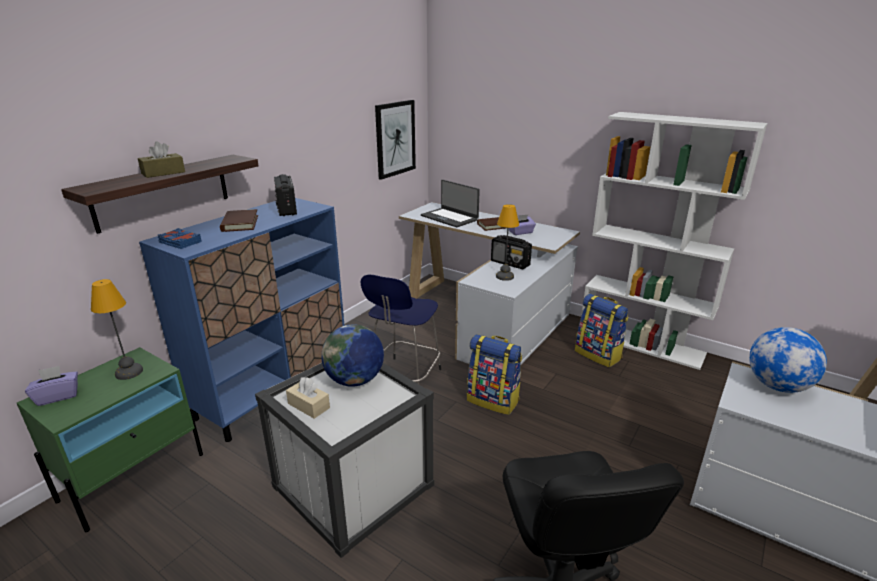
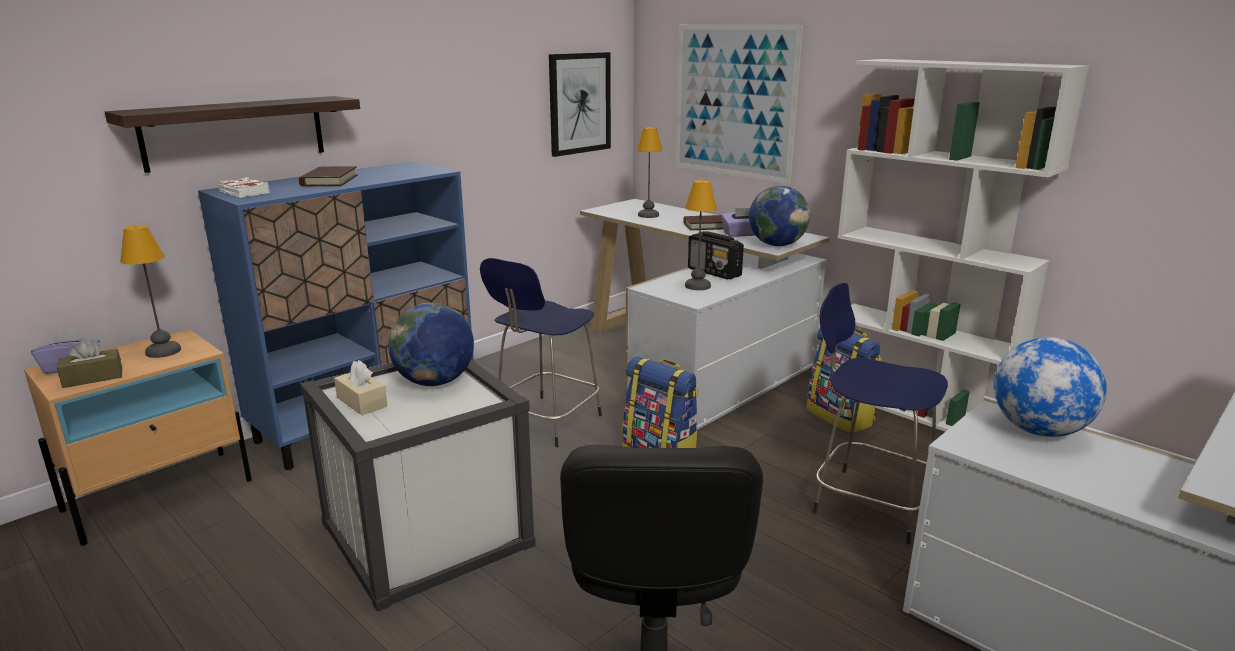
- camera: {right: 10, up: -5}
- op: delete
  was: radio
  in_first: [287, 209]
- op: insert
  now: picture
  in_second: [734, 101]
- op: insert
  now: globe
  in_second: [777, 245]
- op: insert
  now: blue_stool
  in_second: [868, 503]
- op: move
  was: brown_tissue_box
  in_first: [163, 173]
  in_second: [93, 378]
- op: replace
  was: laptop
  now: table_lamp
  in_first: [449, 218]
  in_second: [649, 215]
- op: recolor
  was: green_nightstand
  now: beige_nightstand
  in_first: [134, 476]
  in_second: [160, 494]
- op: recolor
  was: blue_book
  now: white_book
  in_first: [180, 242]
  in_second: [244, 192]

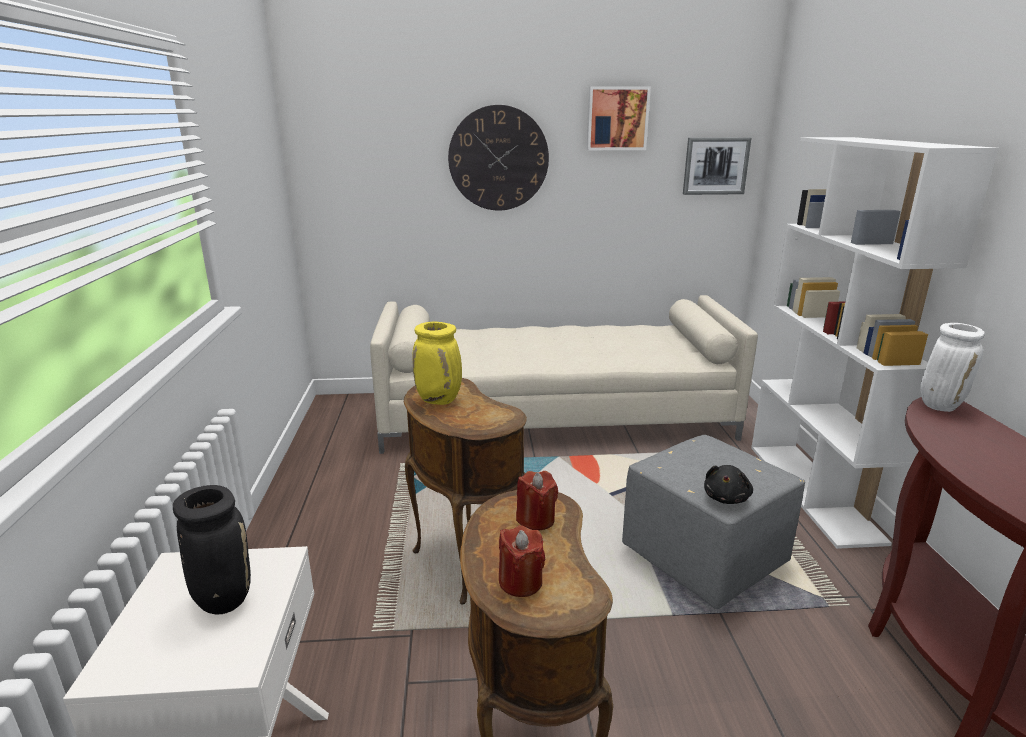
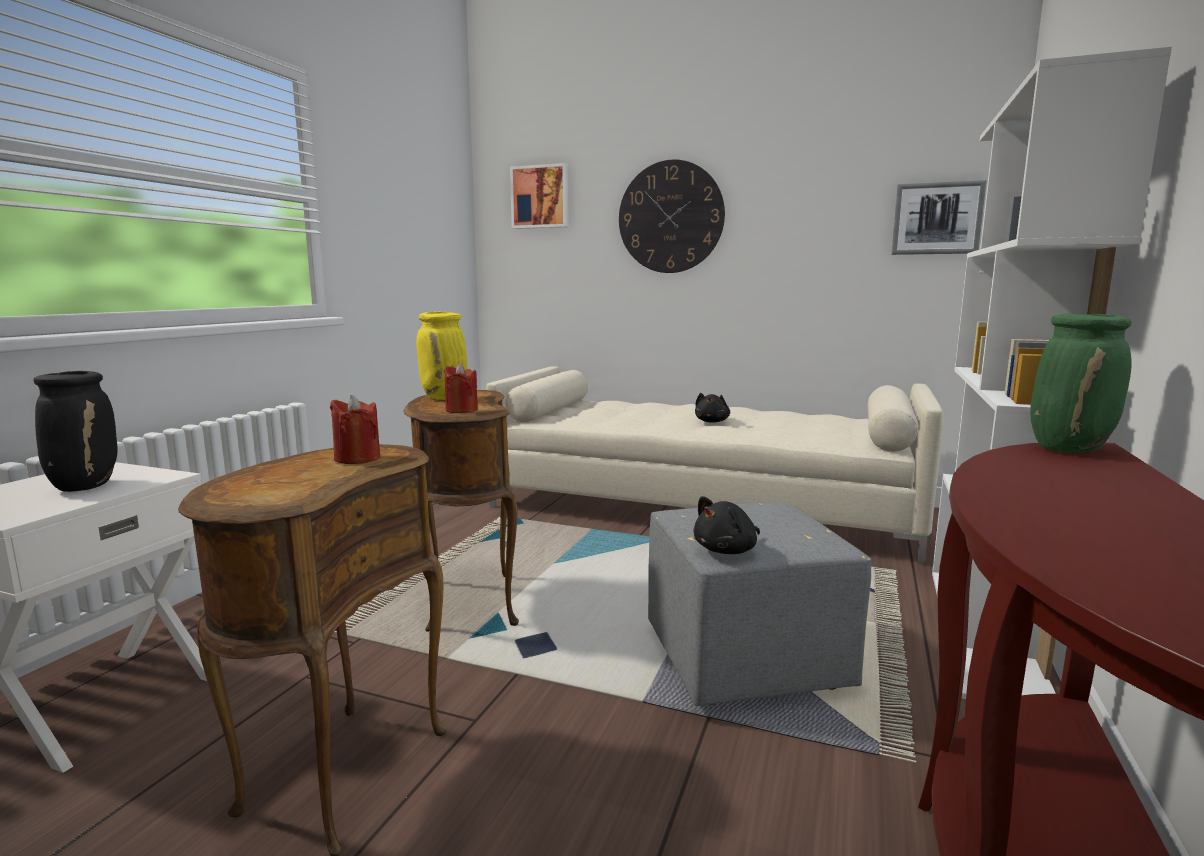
- camera: {right: 25, up: -10}
- op: insert
  now: black_plush_toy
  in_second: [712, 421]
- op: move
  was: red_candle
  in_first: [520, 582]
  in_second: [461, 410]
- op: move
  was: picture
  in_first: [617, 118]
  in_second: [540, 197]
- op: recolor
  was: white_vase
  now: green_vase
  in_first: [939, 405]
  in_second: [1069, 449]

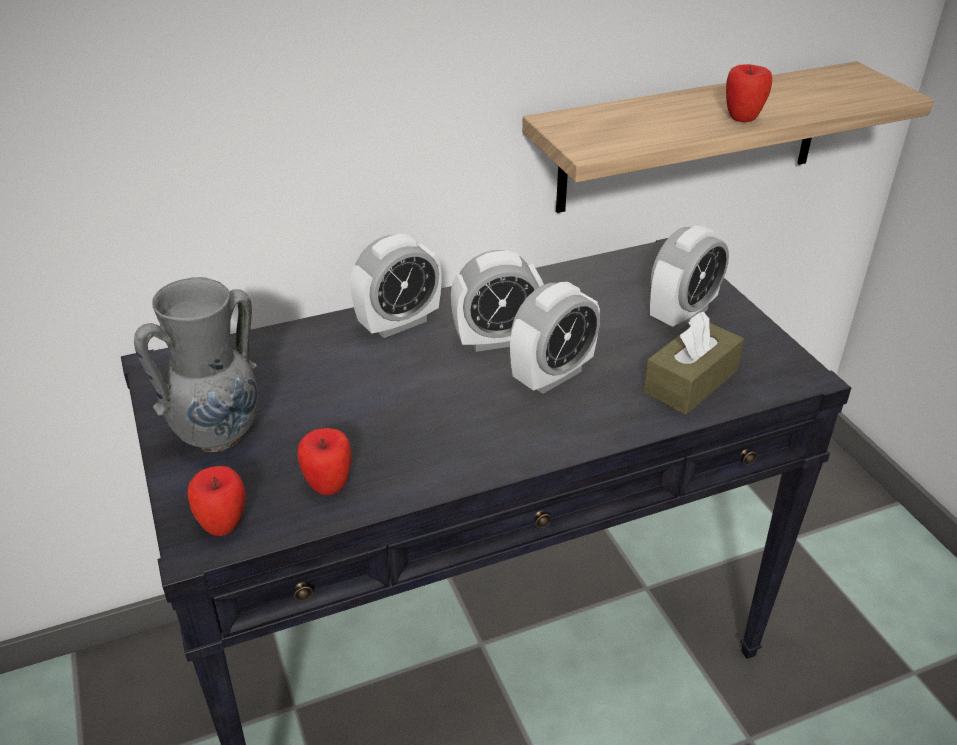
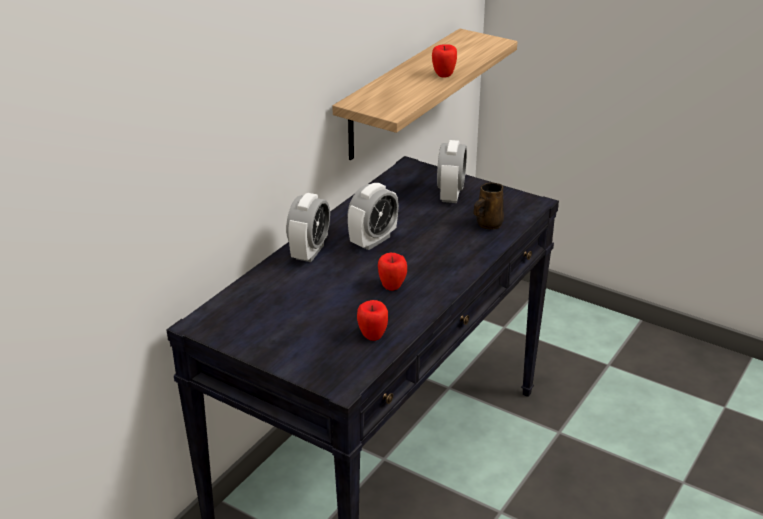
- camera: {right: -35, up: -5}
- op: delete
  was: grey_vase
  in_first: [220, 435]
- op: delete
  was: alarm_clock
  in_first: [552, 376]
- op: move
  was: apple
  in_first: [224, 526]
  in_second: [392, 286]
- op: replace
  was: brown_tissue_box
  now: brown_mug
  in_first: [690, 382]
  in_second: [488, 224]

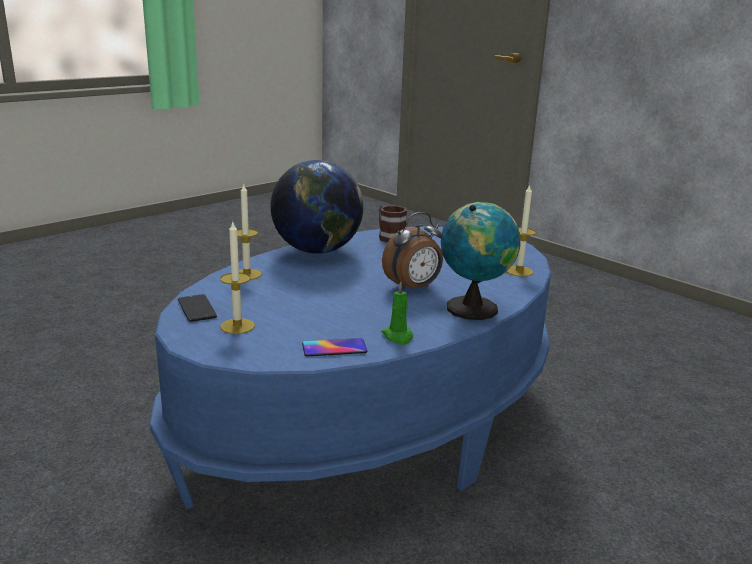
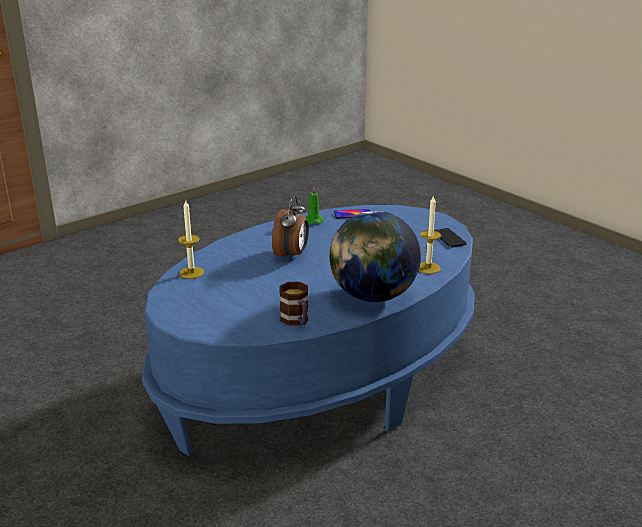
- camera: {right: -175, up: 5}
- op: delete
  was: candle
  in_first: [237, 326]
- op: delete
  was: globe
  in_first: [474, 307]
- op: rotate
  was: alarm_clock
  in_first: [413, 288]
  in_second: [292, 255]
  clockwise: 135

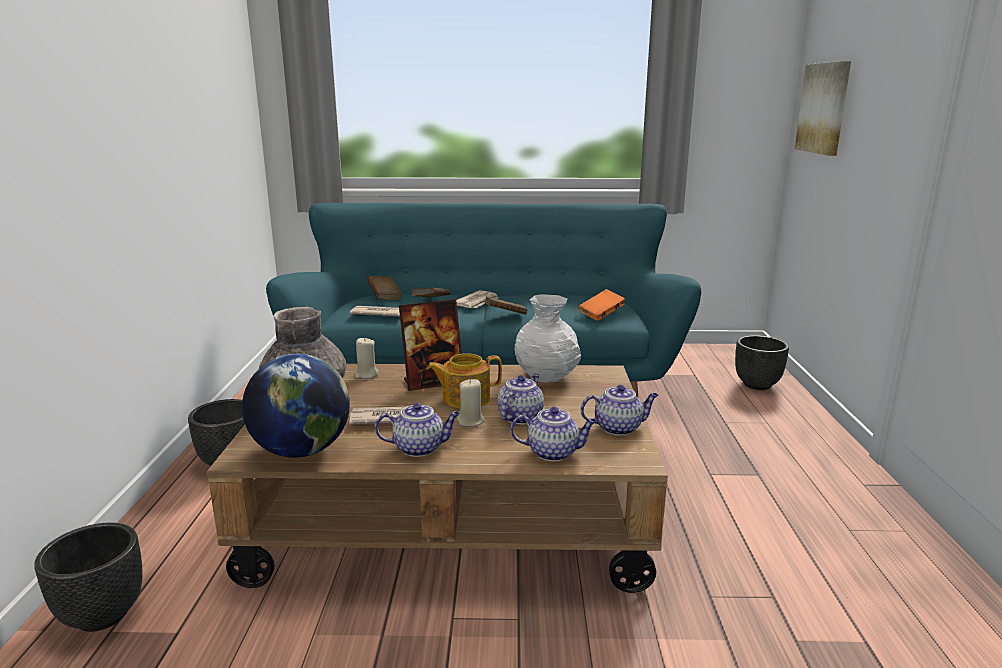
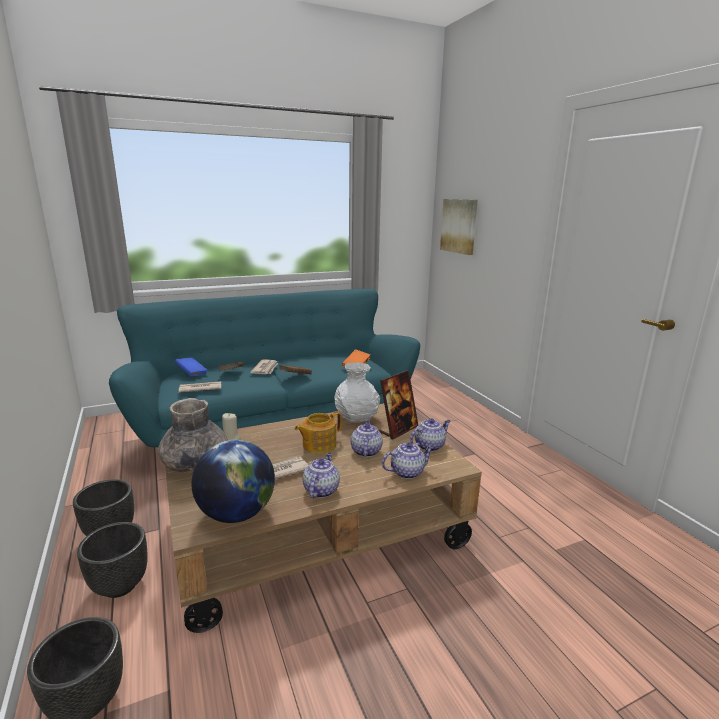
- camera: {right: -25, up: 0}
- op: delete
  was: beige_candle
  in_first: [471, 421]
- op: move
  was: picture_frame
  in_first: [433, 382]
  in_second: [398, 429]
- op: move
  was: black_planter
  in_first: [757, 385]
  in_second: [121, 585]
- op: recolor
  was: brown_book
  now: blue_book
  in_first: [384, 297]
  in_second: [192, 374]
- op: rotate
  was: teapot
  in_first: [420, 448]
  in_second: [321, 490]
  clockwise: -45

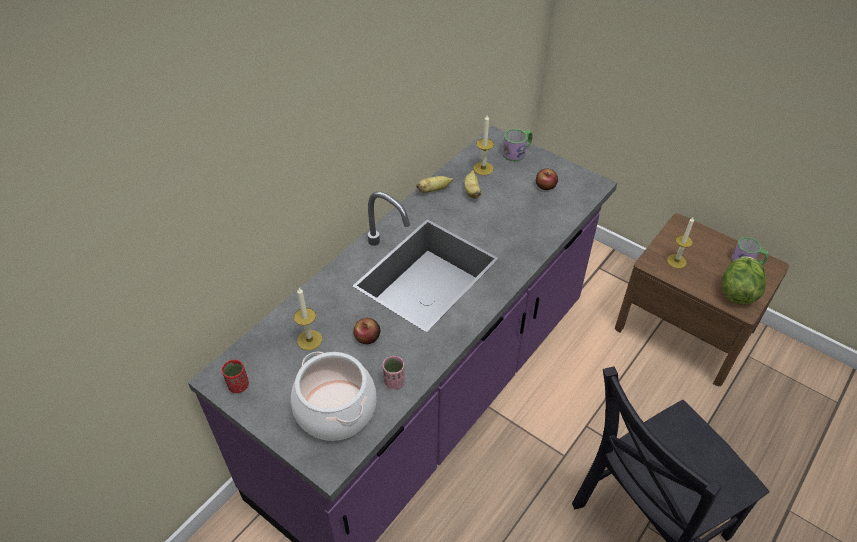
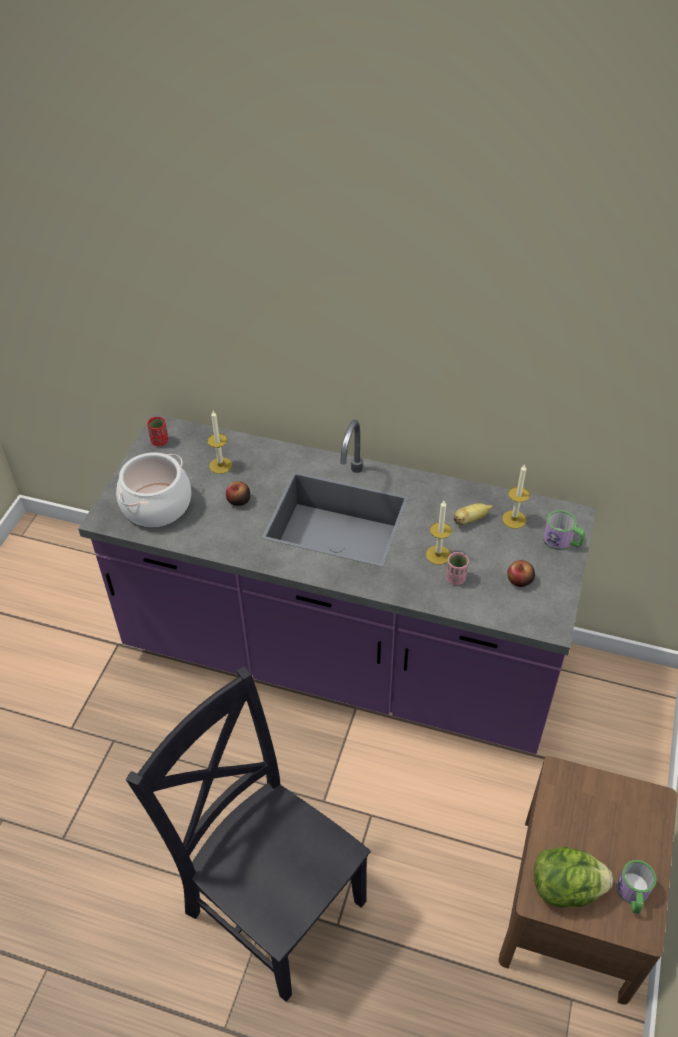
- camera: {right: 70, up: 0}
- op: delete
  was: banana
  in_first: [434, 190]
- op: move
  was: pink_cup
  in_first: [394, 381]
  in_second: [455, 578]
- op: move
  was: candle
  in_first: [676, 261]
  in_second: [438, 555]

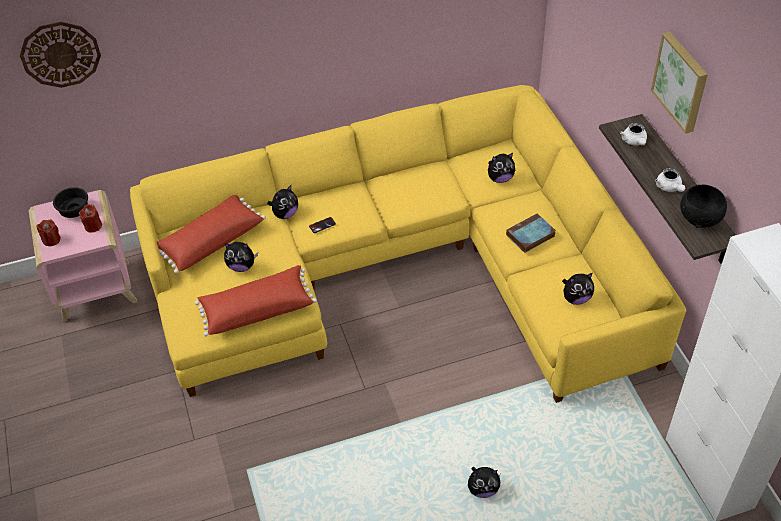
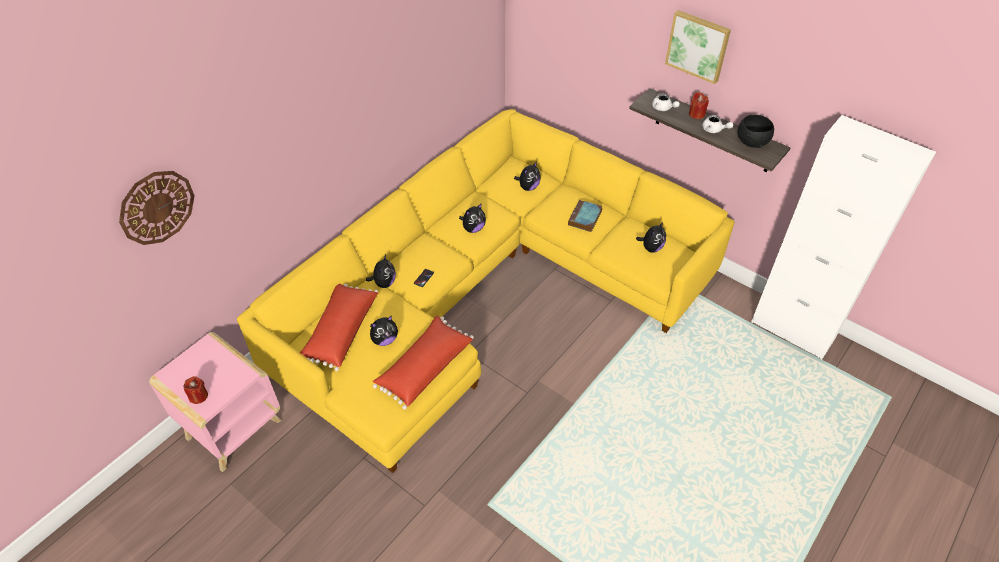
- camera: {right: -35, up: 0}
- op: delete
  was: black_bowl
  in_first: [75, 211]
- op: move
  was: red_candle
  in_first: [93, 226]
  in_second: [696, 114]
- op: move
  was: plush_toy
  in_first: [483, 489]
  in_second: [473, 228]

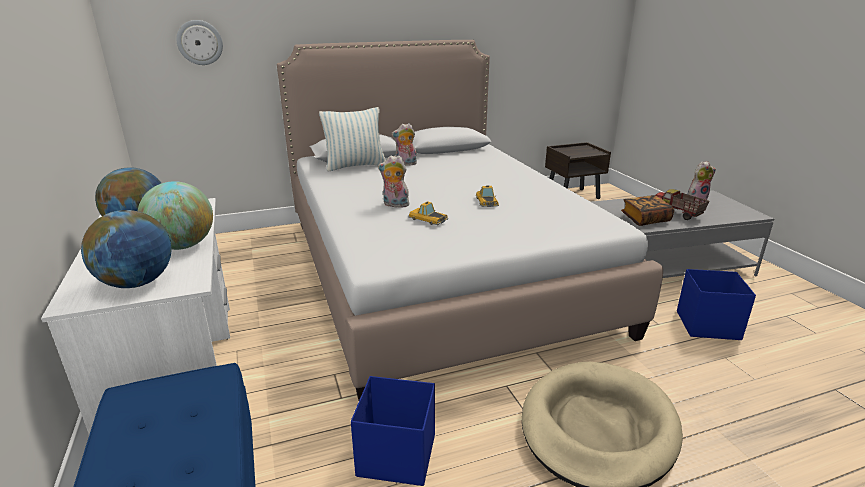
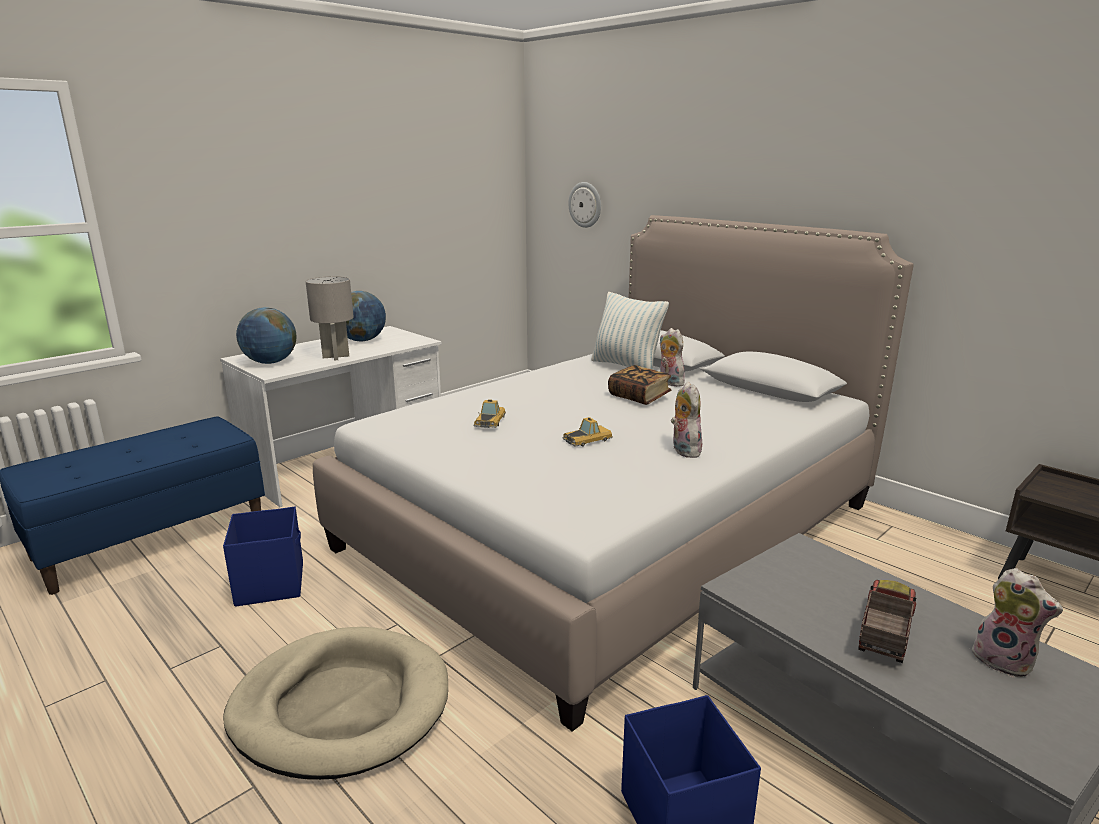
- camera: {right: 65, up: -5}
- op: move
  was: plush_toy
  in_first: [394, 205]
  in_second: [683, 450]
- op: move
  was: book
  in_first: [645, 219]
  in_second: [639, 397]
- op: replace
  was: globe
  now: grey_table_lamp
  in_first: [183, 246]
  in_second: [335, 357]

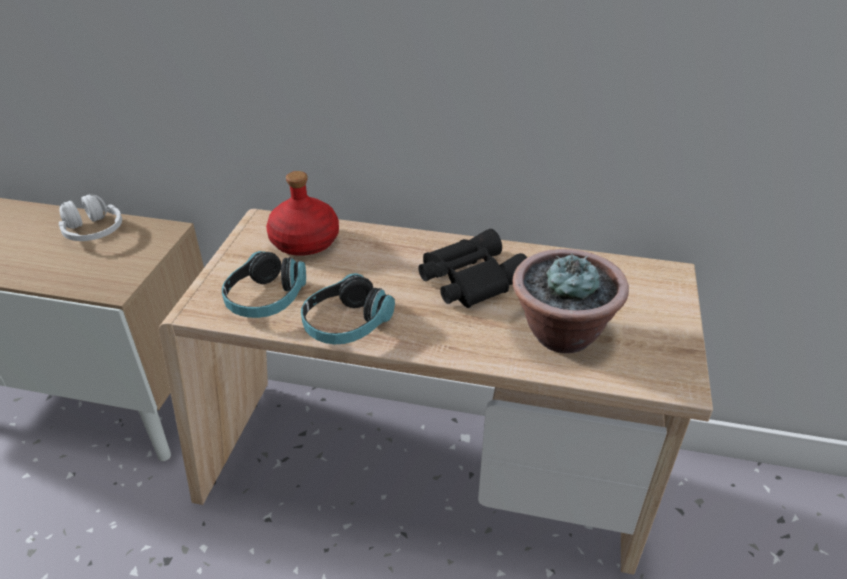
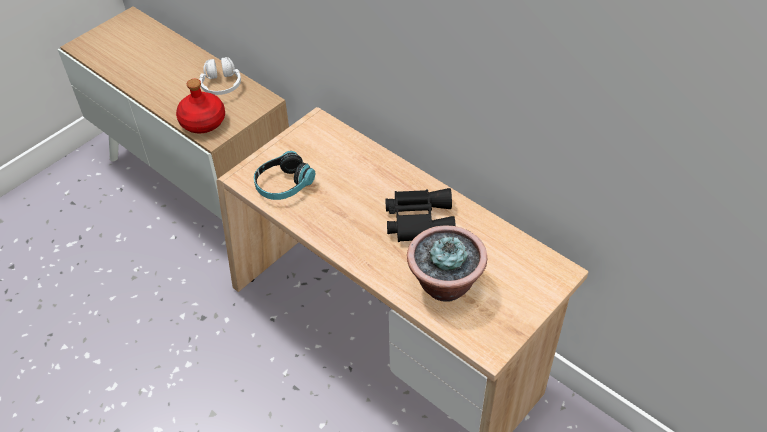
- camera: {right: 30, up: 10}
- op: delete
  was: headphones
  in_first: [346, 324]
- op: move
  was: red_bottle
  in_first: [305, 241]
  in_second: [203, 121]

